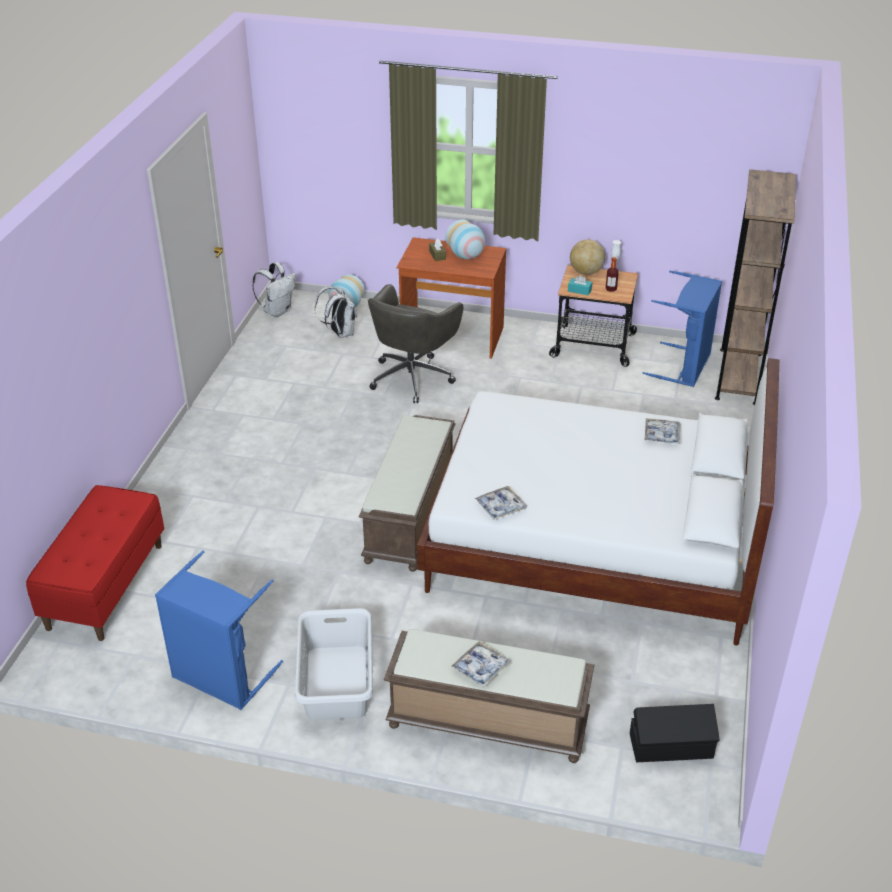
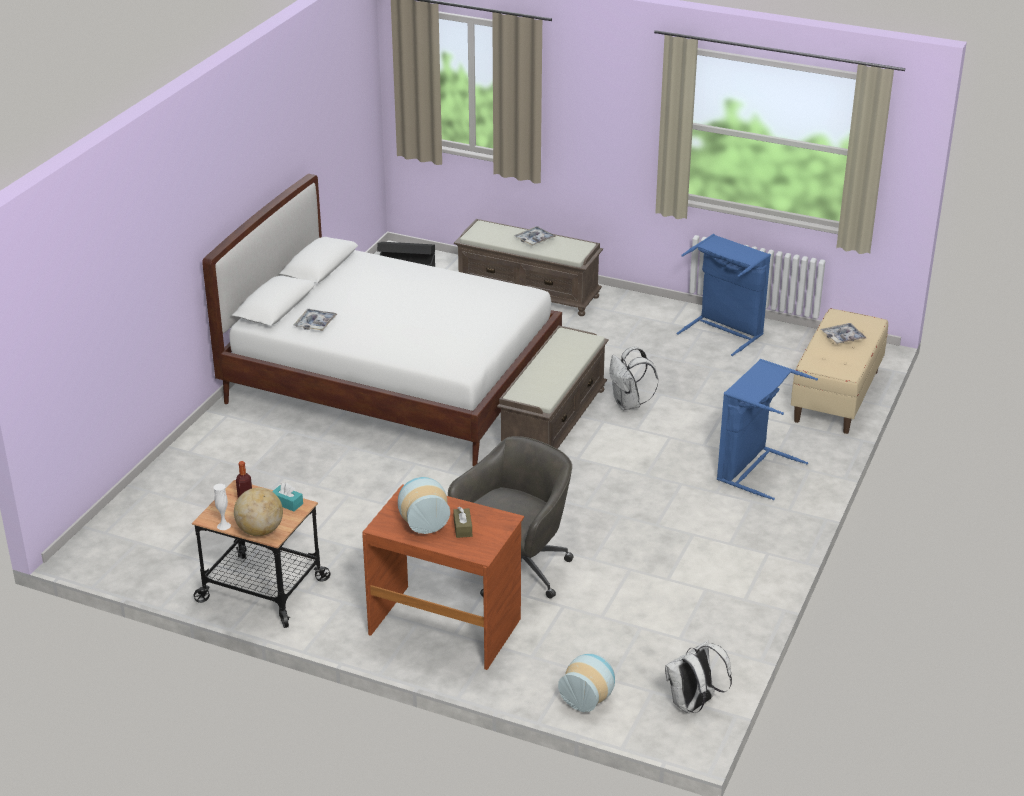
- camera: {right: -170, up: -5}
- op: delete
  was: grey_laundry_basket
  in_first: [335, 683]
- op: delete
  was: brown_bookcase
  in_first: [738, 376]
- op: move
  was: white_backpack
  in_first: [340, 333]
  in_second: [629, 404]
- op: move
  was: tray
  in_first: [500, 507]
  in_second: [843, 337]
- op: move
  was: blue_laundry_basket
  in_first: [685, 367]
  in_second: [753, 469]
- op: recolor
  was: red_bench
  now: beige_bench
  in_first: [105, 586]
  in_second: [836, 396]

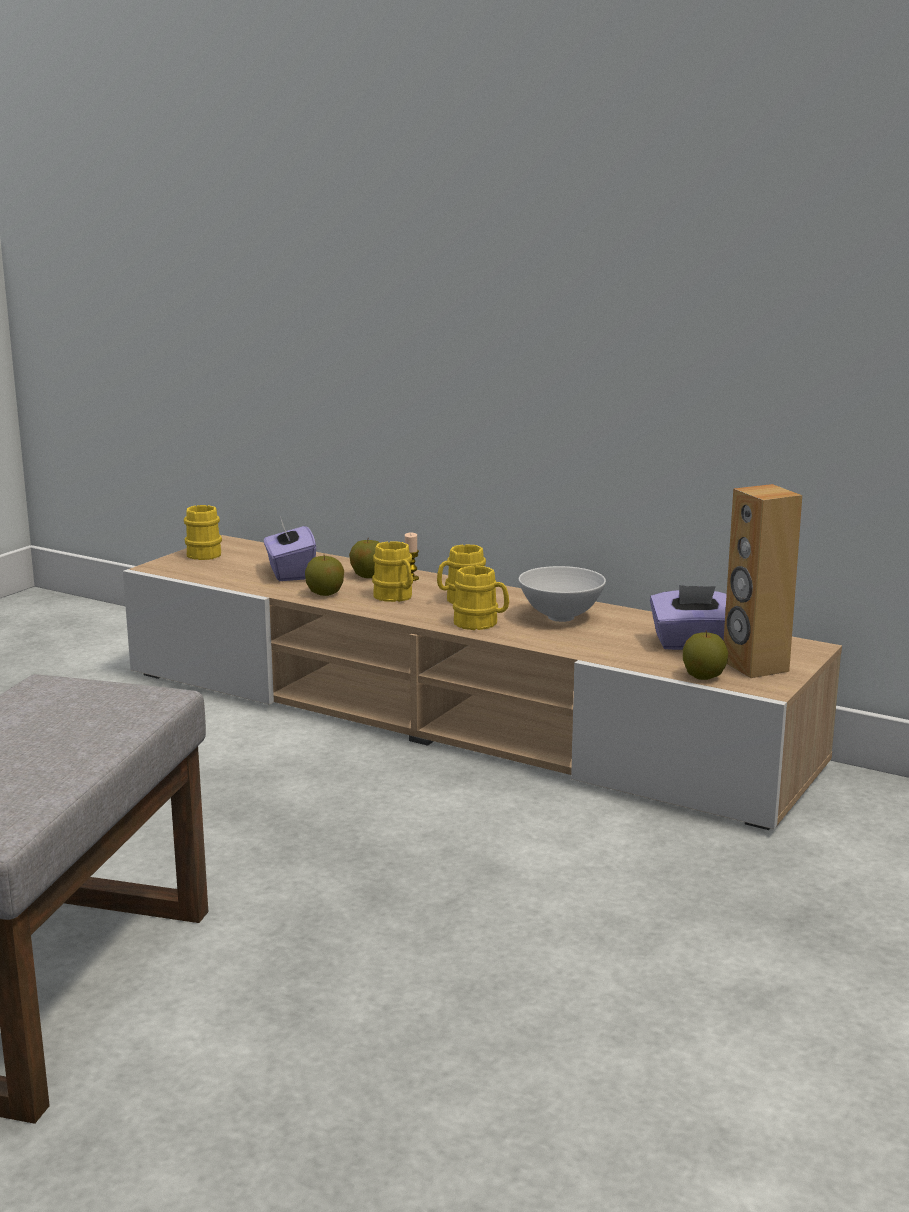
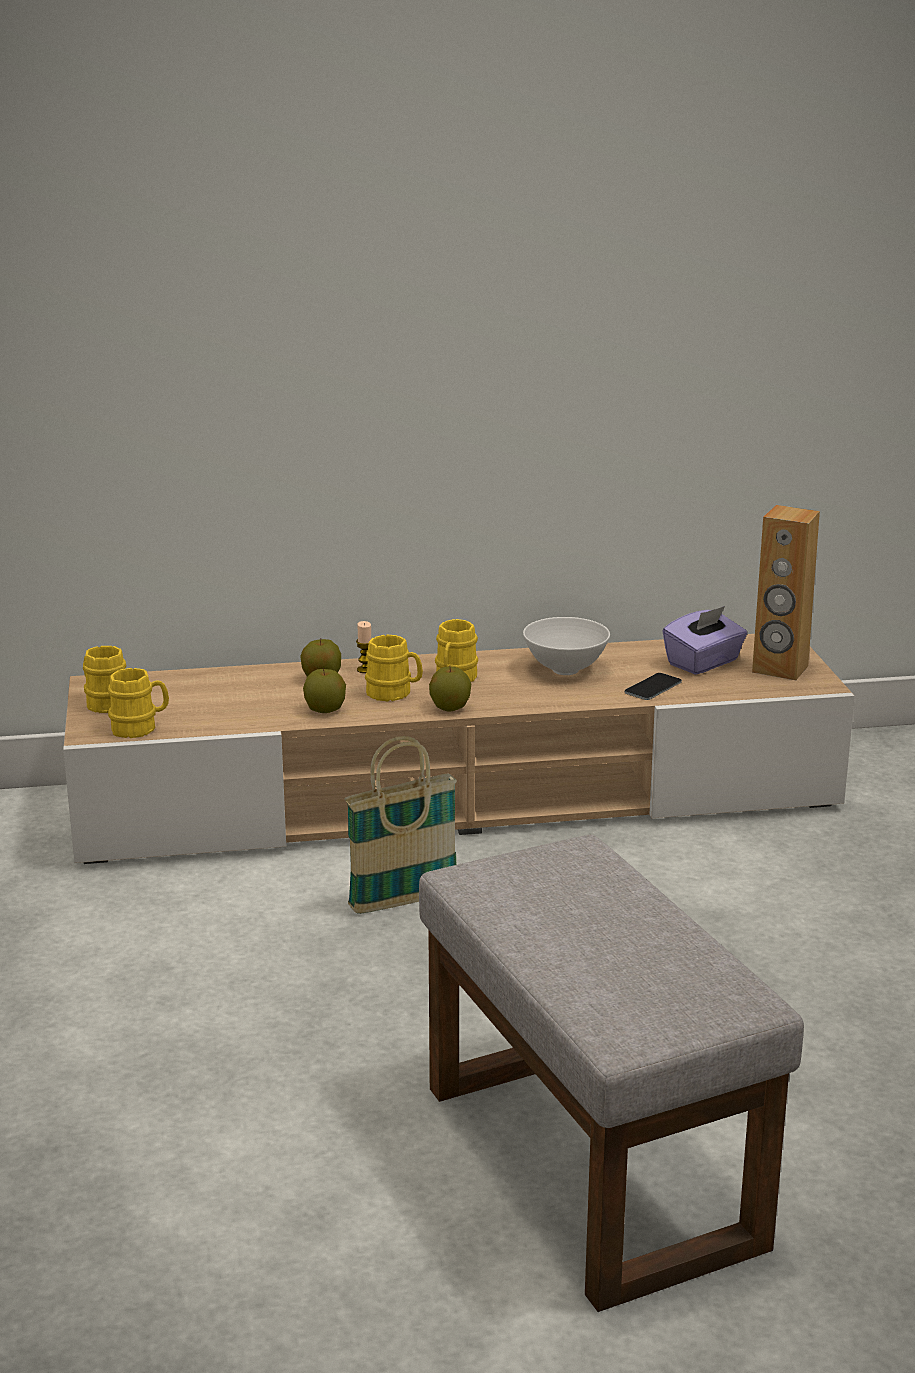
- camera: {right: -40, up: 5}
- op: delete
  was: purple_tissue_box
  in_first: [290, 573]
- op: insert
  now: basket
  in_second: [403, 901]
- op: insert
  now: phone
  in_second: [653, 687]
- op: move
  was: yellow_mug
  in_first: [481, 624]
  in_second: [140, 728]
- op: move
  was: apple
  in_first: [703, 677]
  in_second: [450, 708]

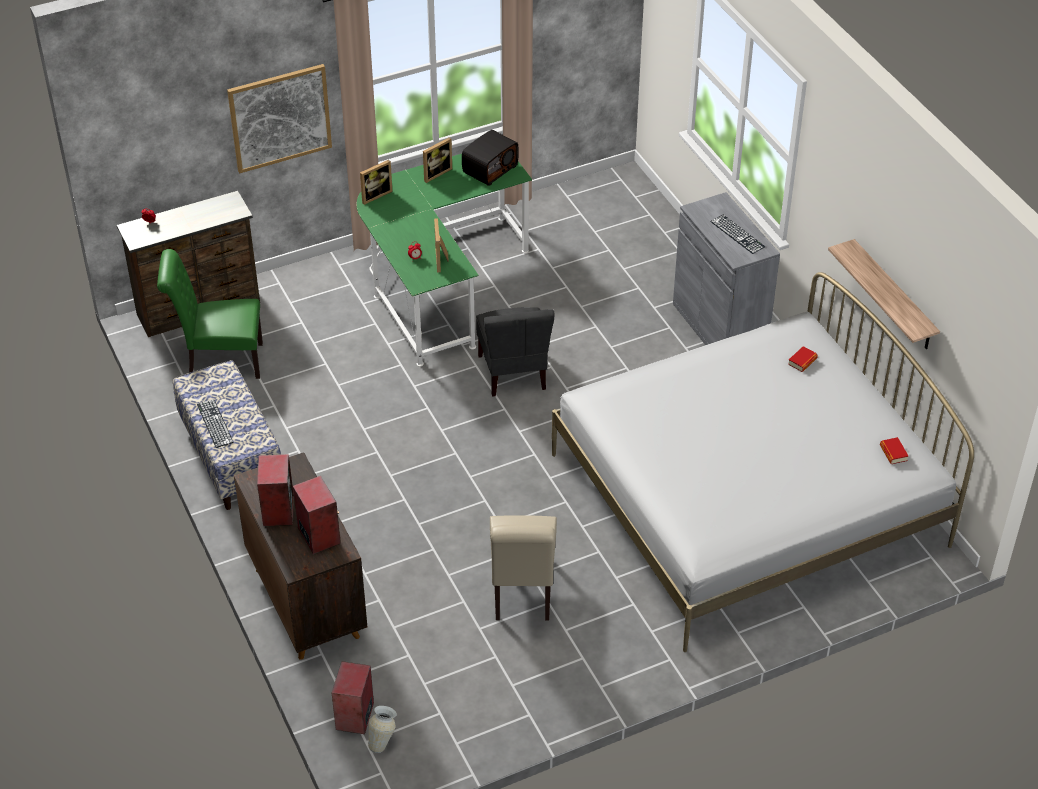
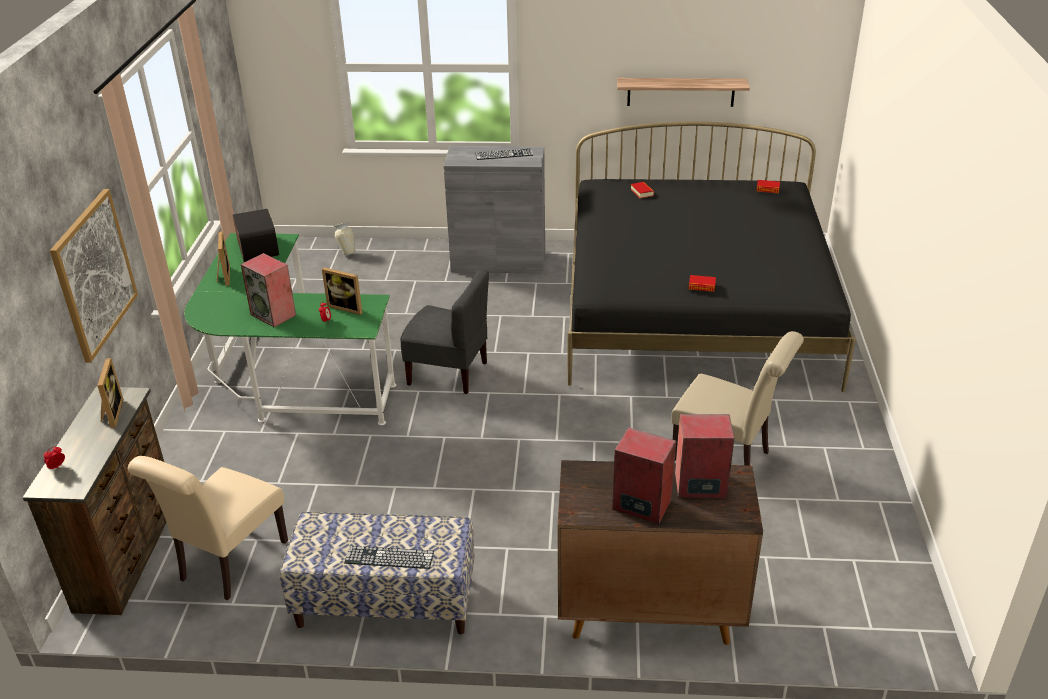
- camera: {right: -60, up: -10}
- op: insert
  now: book
  in_second: [702, 286]
- op: move
  was: speaker
  in_first: [355, 716]
  in_second: [274, 315]
- op: move
  was: picture_frame
  in_first: [375, 195]
  in_second: [111, 413]
- op: move
  was: vase
  in_first: [383, 741]
  in_second: [347, 252]
- op: recolor
  was: green_chair
  now: beige_chair
  in_first: [220, 361]
  in_second: [228, 564]
- op: recolor
  was: white_bed
  now: black_bed
  in_first: [747, 500]
  in_second: [695, 309]

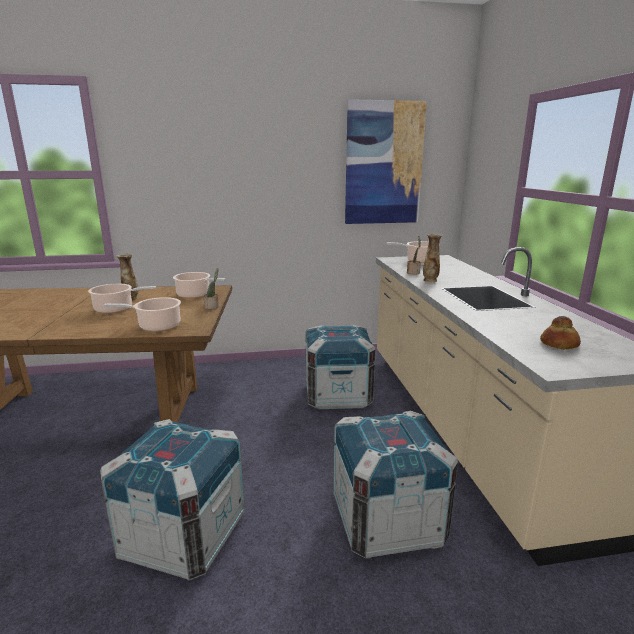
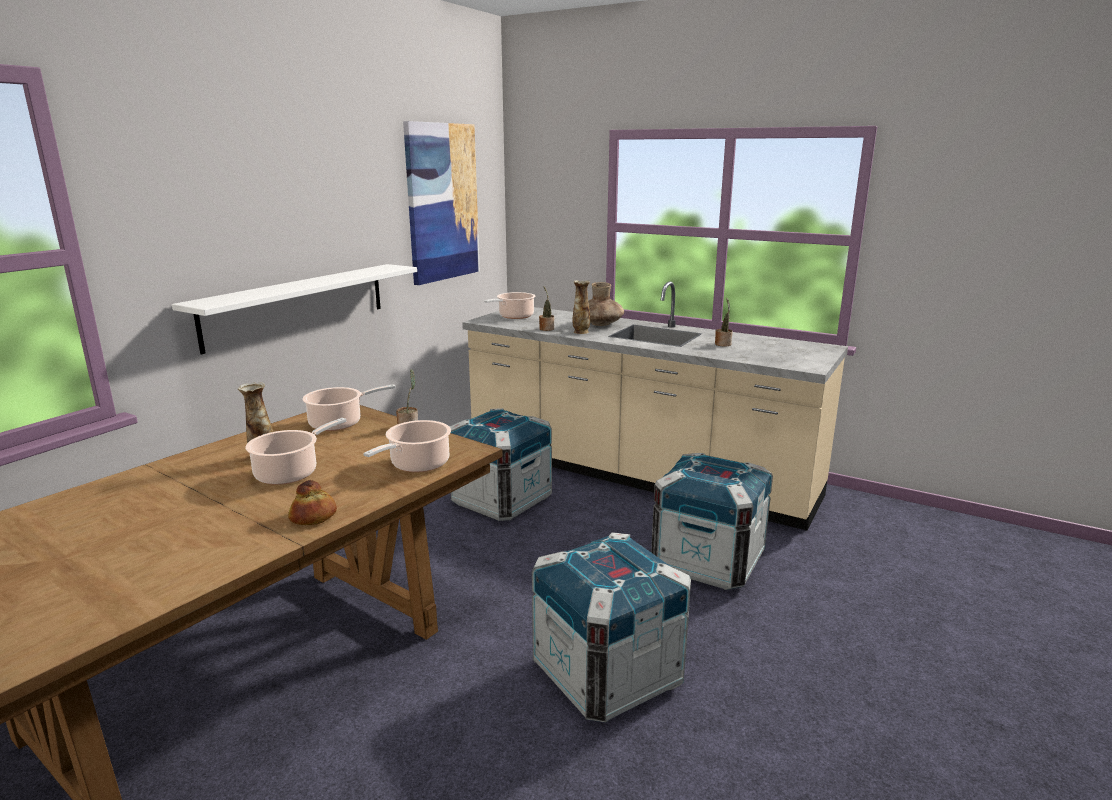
- camera: {right: -50, up: 0}
- op: insert
  now: white_shelf
  in_second: [298, 305]
- op: insert
  now: brown_vase
  in_second: [601, 324]
- op: insert
  now: potted_plant
  in_second: [723, 344]
- op: move
  was: bread
  in_first: [560, 344]
  in_second: [314, 516]

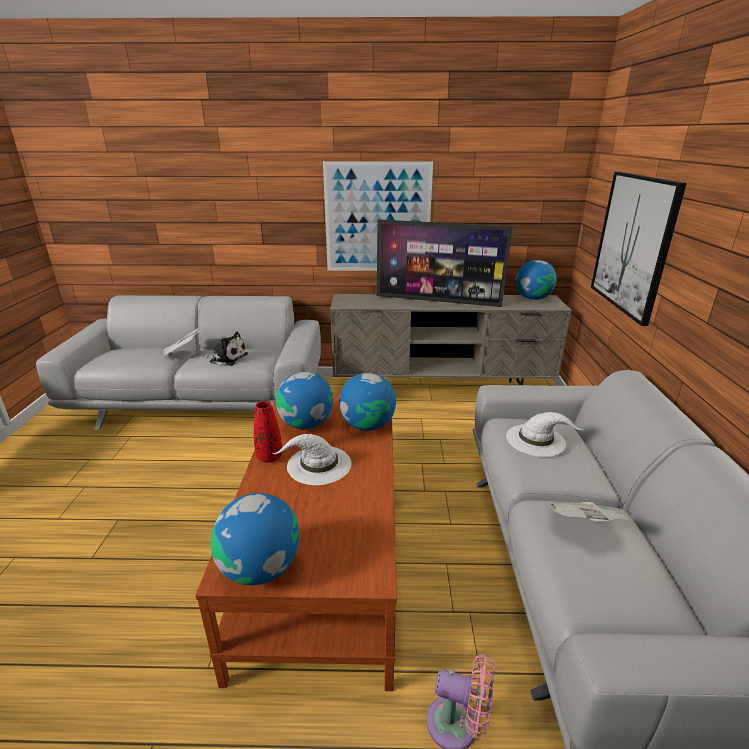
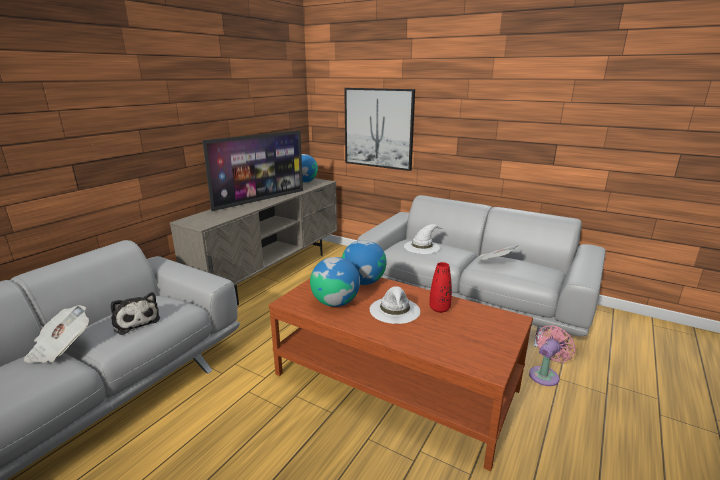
- camera: {right: -60, up: -5}
- op: delete
  was: globe
  in_first: [260, 567]
- op: delete
  was: picture
  in_first: [377, 218]
- op: move
  was: red_vase
  in_first: [269, 457]
  in_second: [439, 309]
- op: rotate
  was: plush_toy
  in_first: [227, 358]
  in_second: [135, 321]
  clockwise: 90

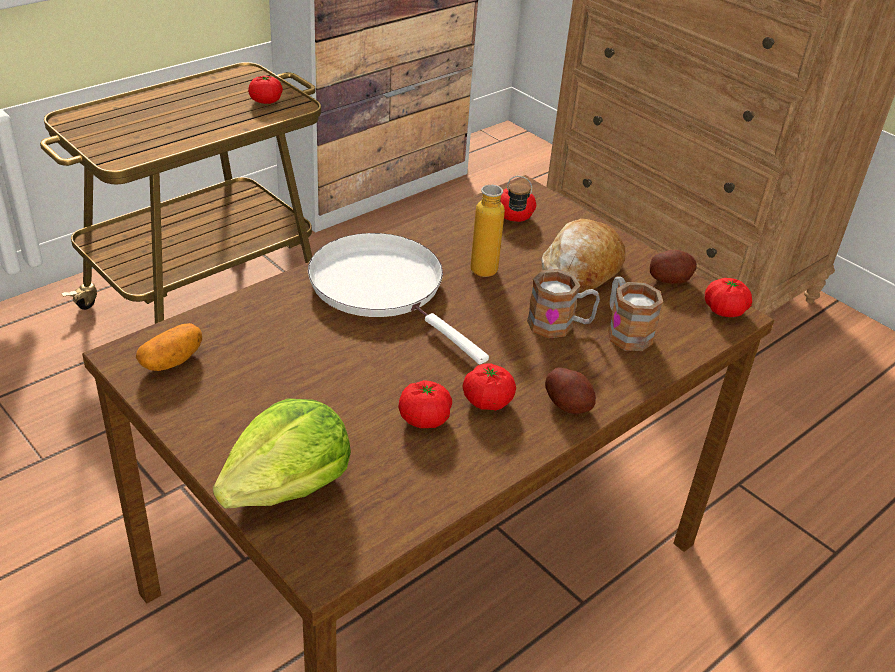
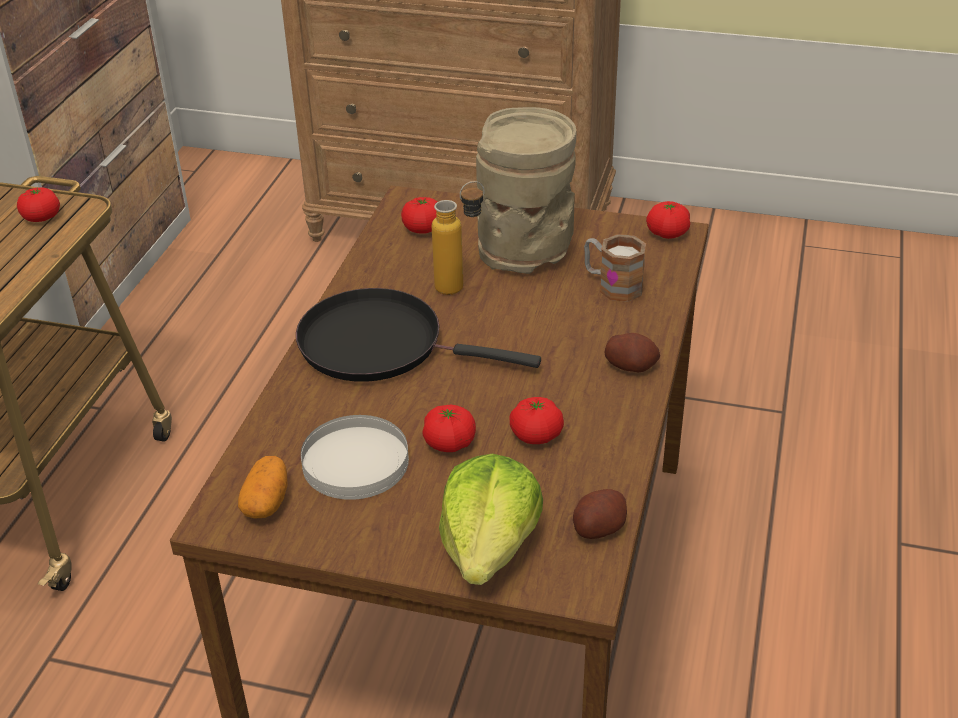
- camera: {right: -30, up: 0}
- op: delete
  was: mug
  in_first: [560, 325]
- op: insert
  now: white_plate
  in_second: [354, 461]
- op: move
  was: tomato
  in_first: [487, 401]
  in_second: [449, 443]
- op: move
  was: potato
  in_first: [669, 279]
  in_second: [598, 527]
- op: replace
  was: bread
  now: beige_vase
  in_first: [580, 270]
  in_second: [526, 251]
- op: recolor
  was: white_frying_pan
  now: black_frying_pan
  in_first: [383, 288]
  in_second: [380, 344]

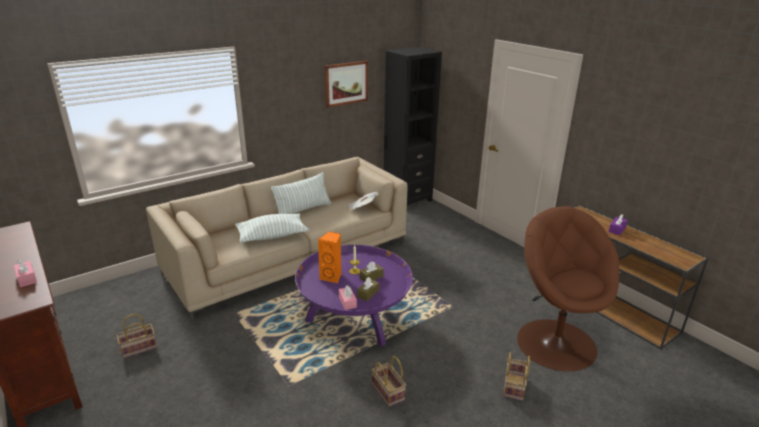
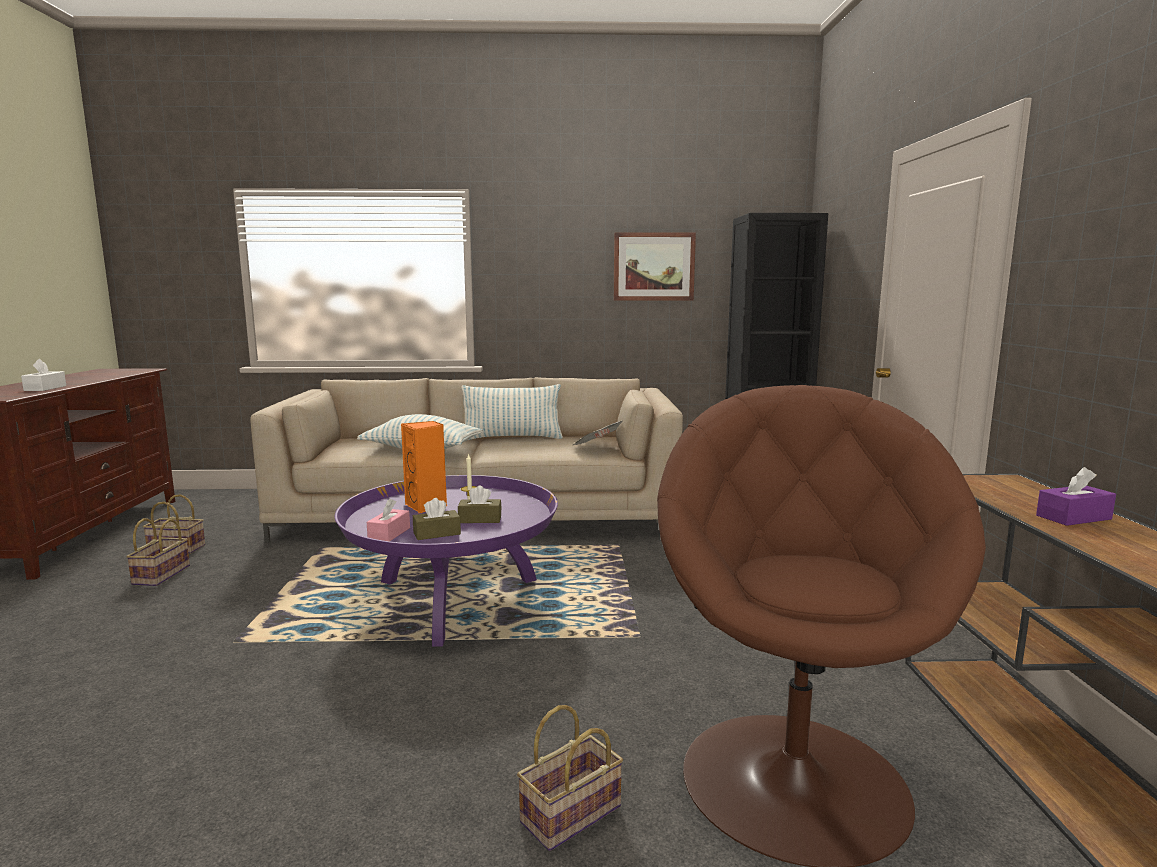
- camera: {right: 35, up: -15}
- op: move
  was: basket
  in_first: [389, 392]
  in_second: [161, 576]
- op: recolor
  was: pink_tissue_box
  now: white_tissue_box
  in_first: [27, 278]
  in_second: [45, 388]

